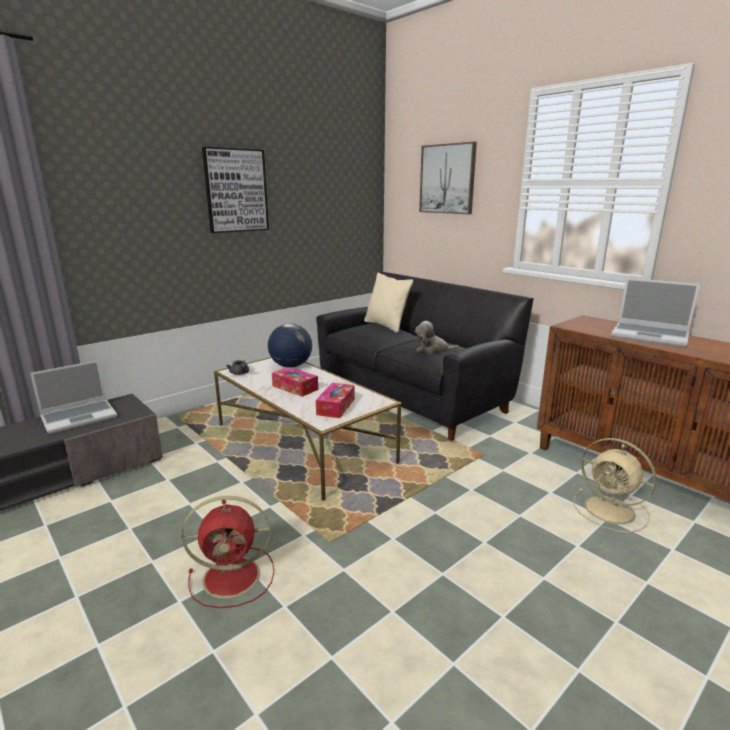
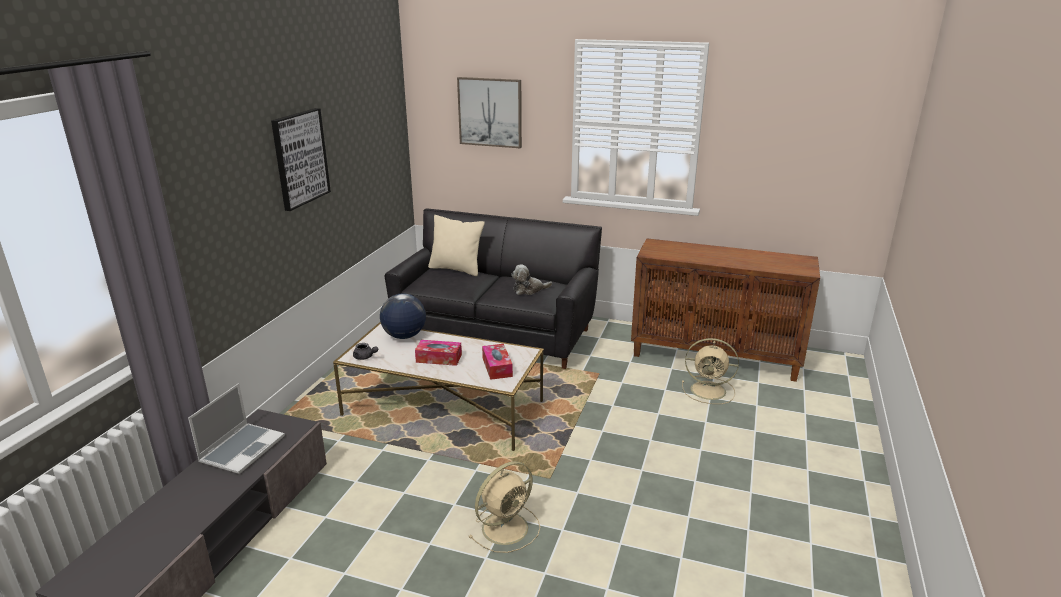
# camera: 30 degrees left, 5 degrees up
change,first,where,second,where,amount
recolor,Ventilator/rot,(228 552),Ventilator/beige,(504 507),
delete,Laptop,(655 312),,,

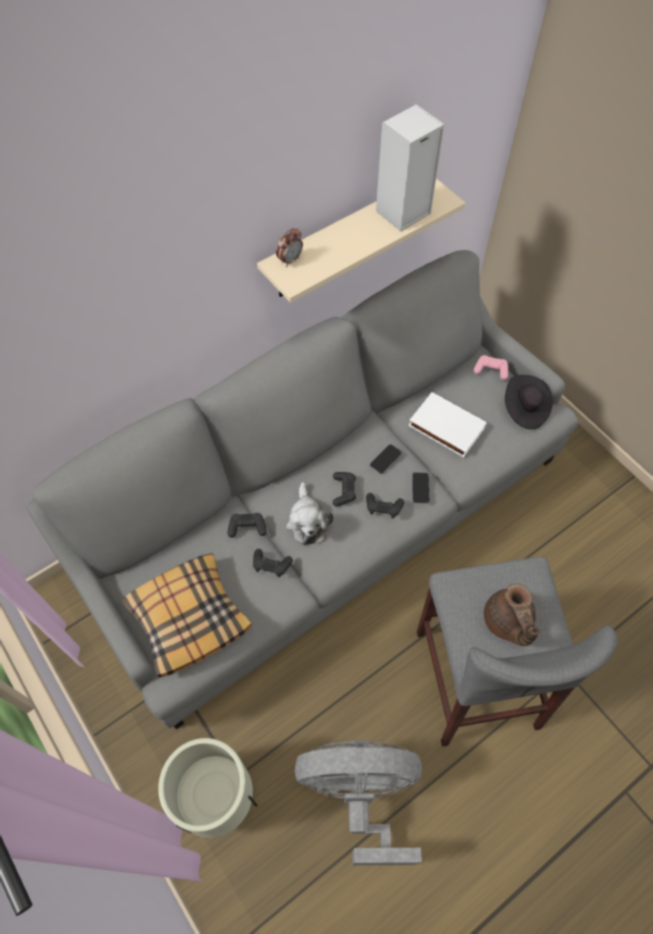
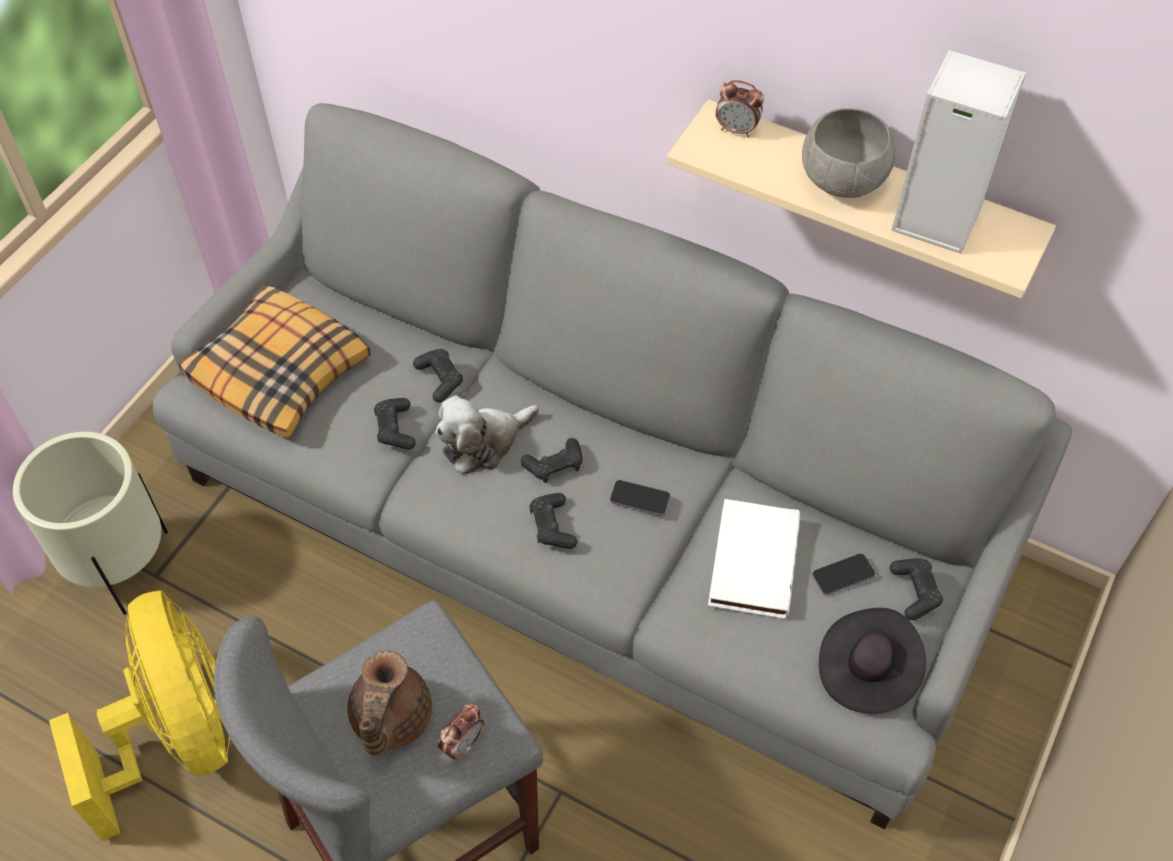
# camera: 65 degrees right, 5 degrees down
change,first,where,second,where,amount
recolor,Ventilator/grau,(358 802),Ventilator/gelb,(139 715),
rotate,Teekanne/braun,(511 615),,(390 703),45 degrees counterclockwise
insert,,,Wecker,(461 732),
insert,,,Schüssel/grau,(848 153),
move,Handy,(420 488),,(843 574),
recolor,Gamepad/rosa,(491 367),Gamepad/schwarz,(916 589),

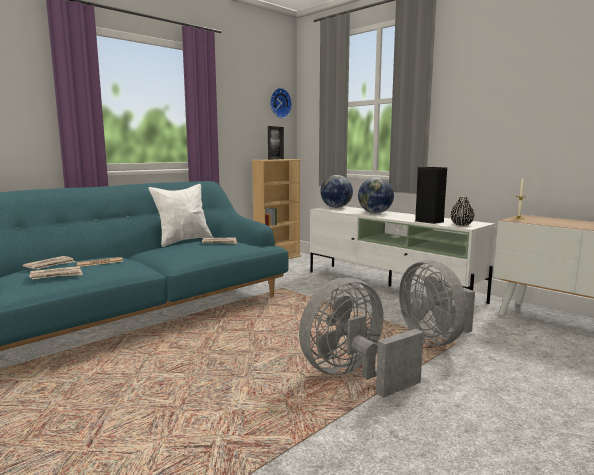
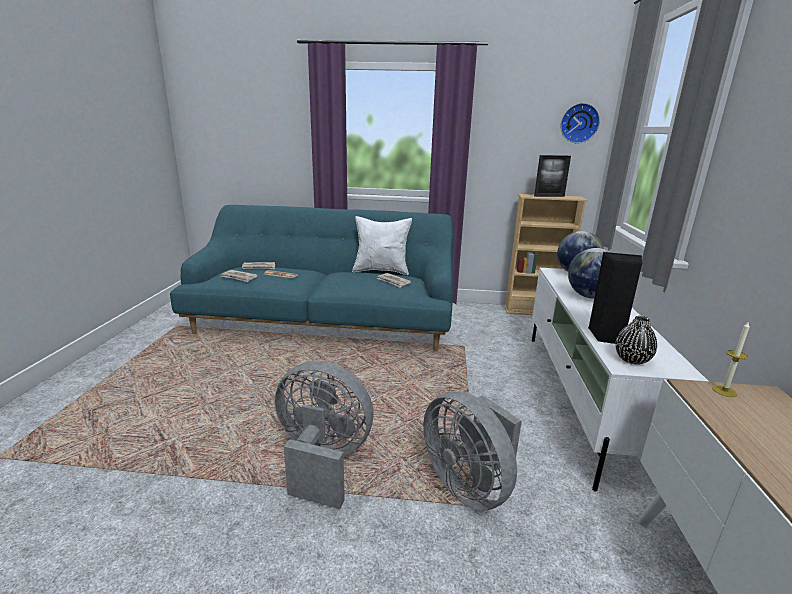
# camera: 50 degrees right, 10 degrees up
change,first,where,second,where,amount
rotate,Ventilator/grau,(437 303),,(472 451),60 degrees counterclockwise

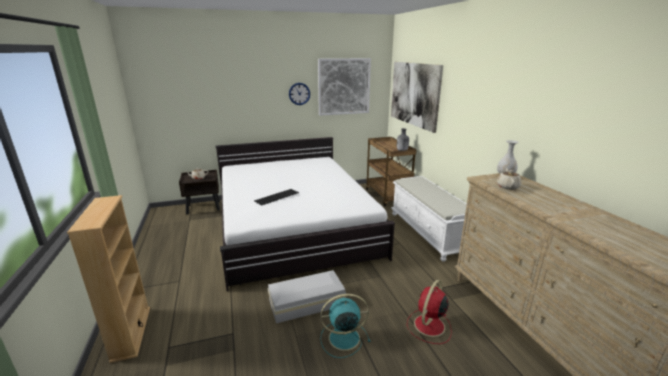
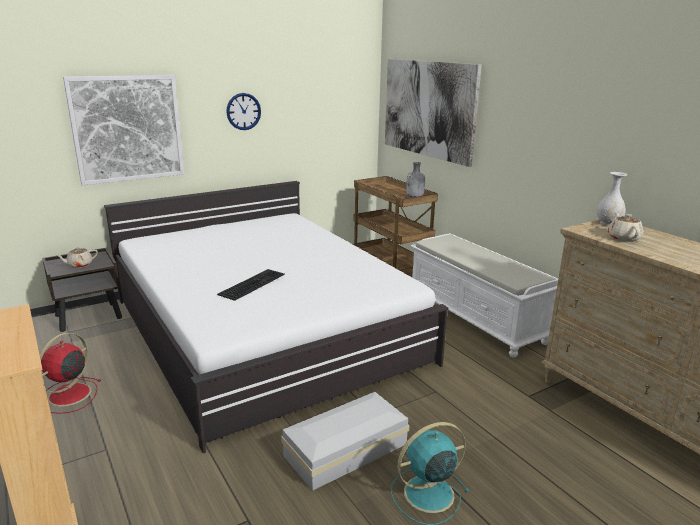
# camera: 15 degrees left, 0 degrees up
change,first,where,second,where,amount
move,Ventilator/rot,(429 312),,(71 373),
move,Bild,(344 87),,(123 130),

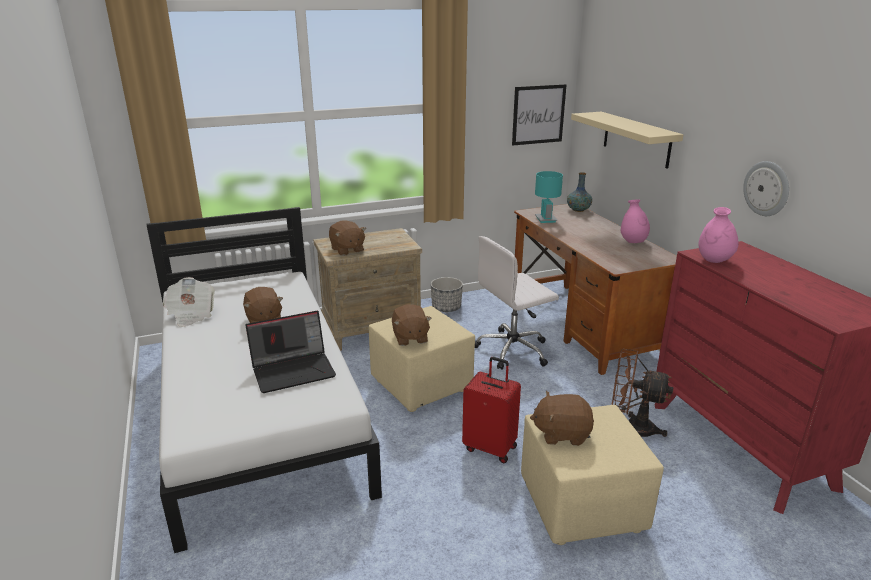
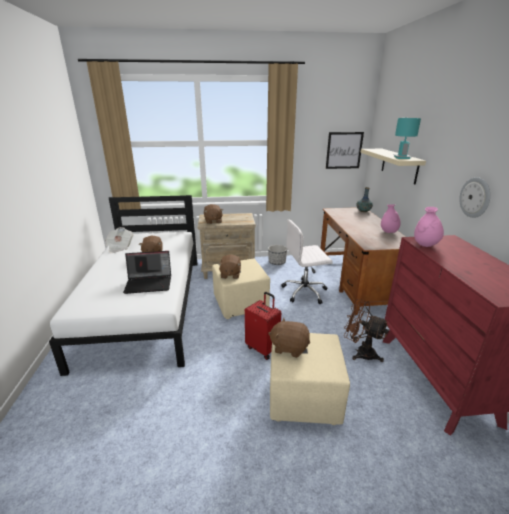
# camera: 15 degrees right, 0 degrees up
change,first,where,second,where,amount
move,Tischlampe/türkis,(549 197),,(407 138),

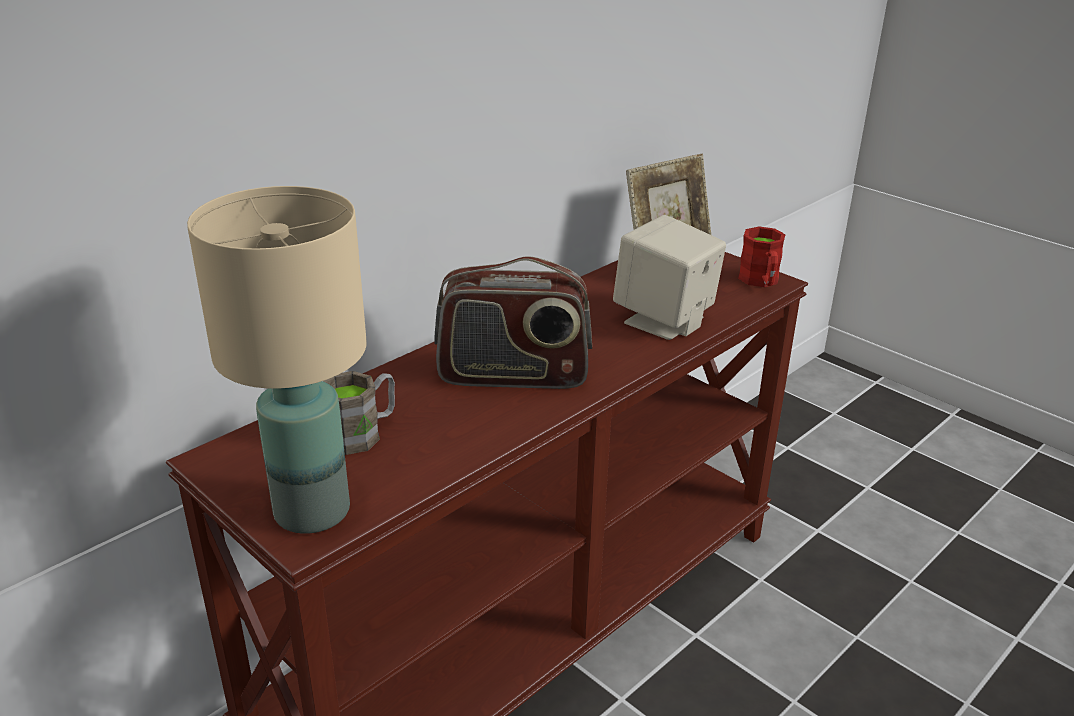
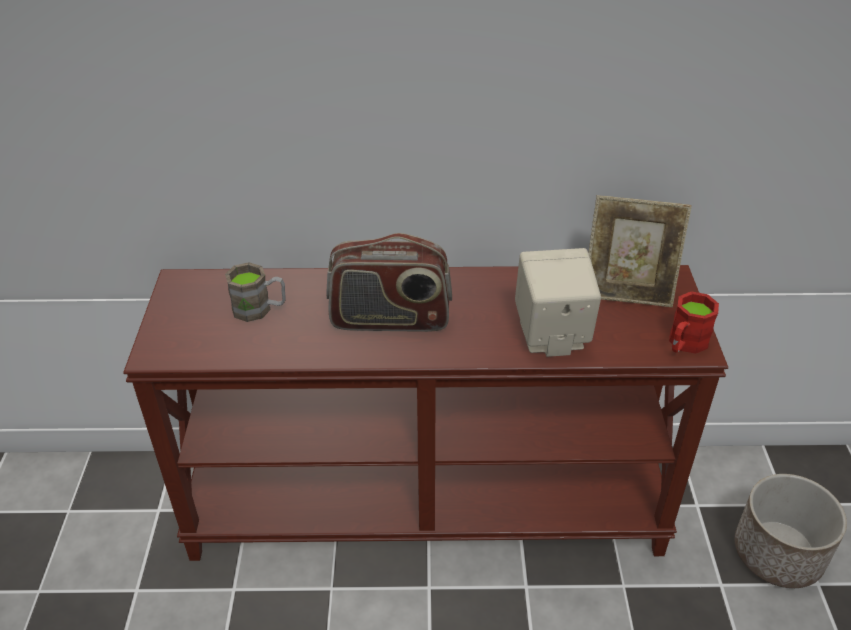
# camera: 45 degrees right, 10 degrees up
change,first,where,second,where,amount
rotate,Radio,(513 322),,(389 282),45 degrees counterclockwise
insert,,,Pflanzkübel,(791 531),
delete,Tischlampe/beige,(276 360),,,

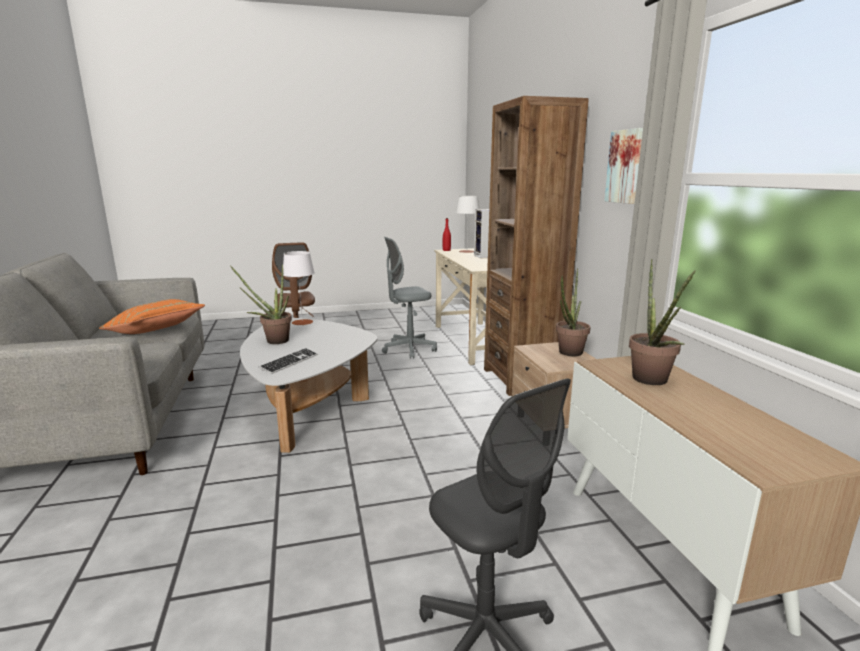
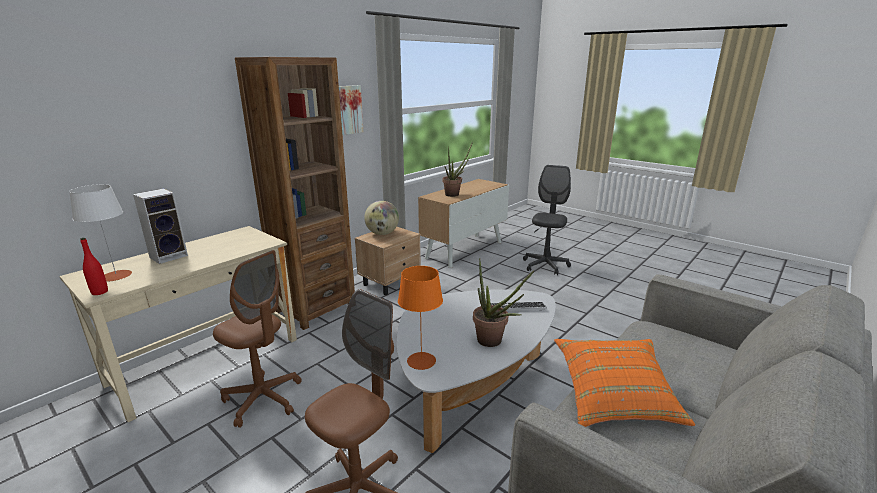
# camera: 125 degrees left, 5 degrees up
change,first,where,second,where,amount
recolor,Bürostuhl/grau,(409 298),Bürostuhl/braun,(257 339),
replace,Topfpflanze,(573 312),Globus,(381 218),
recolor,Tischlampe/weiß,(299 288),Tischlampe/orange,(420 318),

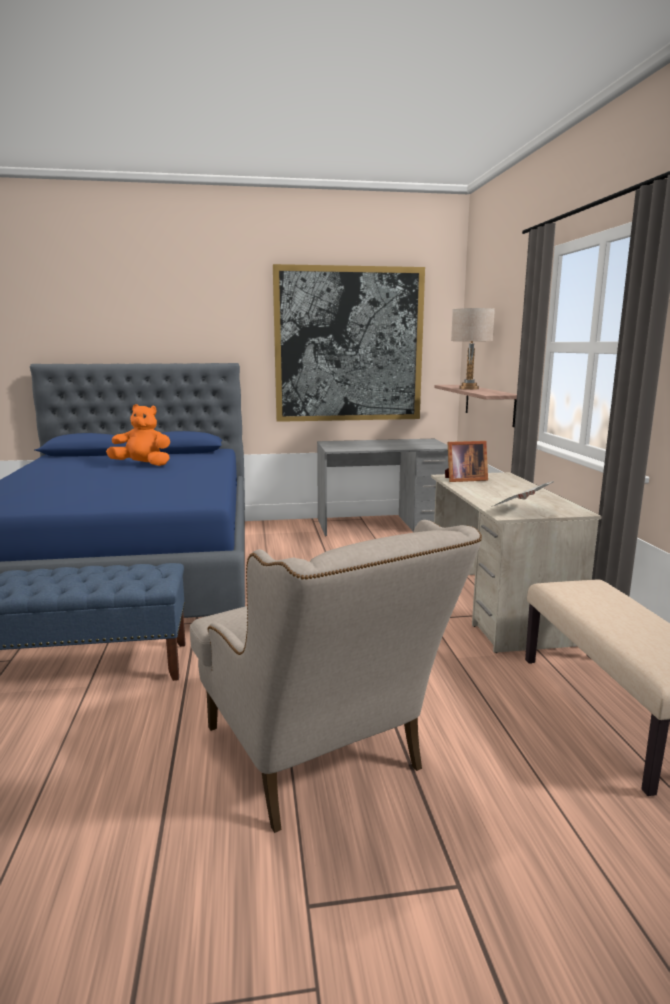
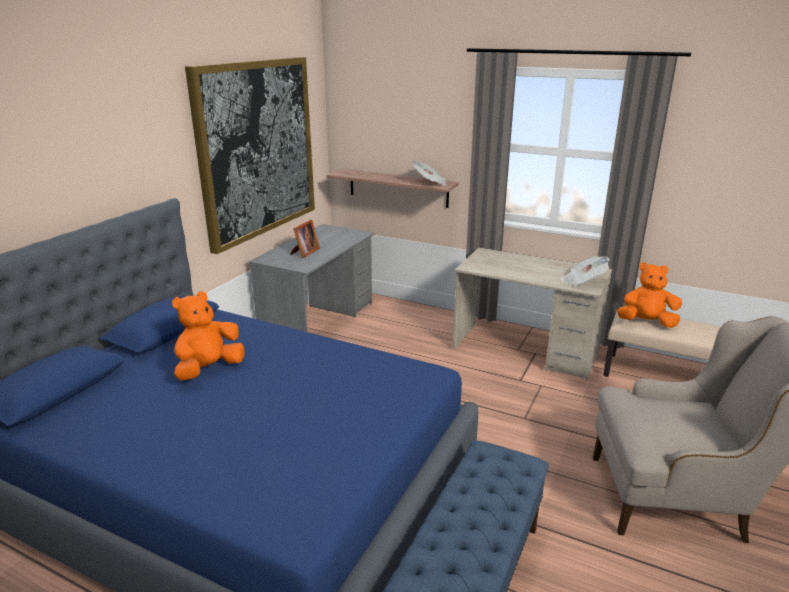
# camera: 55 degrees left, 10 degrees up
change,first,where,second,where,amount
move,Bilderrahmen,(466 461),,(305 238),
insert,,,Zeitung,(429 173),
insert,,,Plüschtier/orange,(649 295),
delete,Tischlampe/beige,(473 349),,,

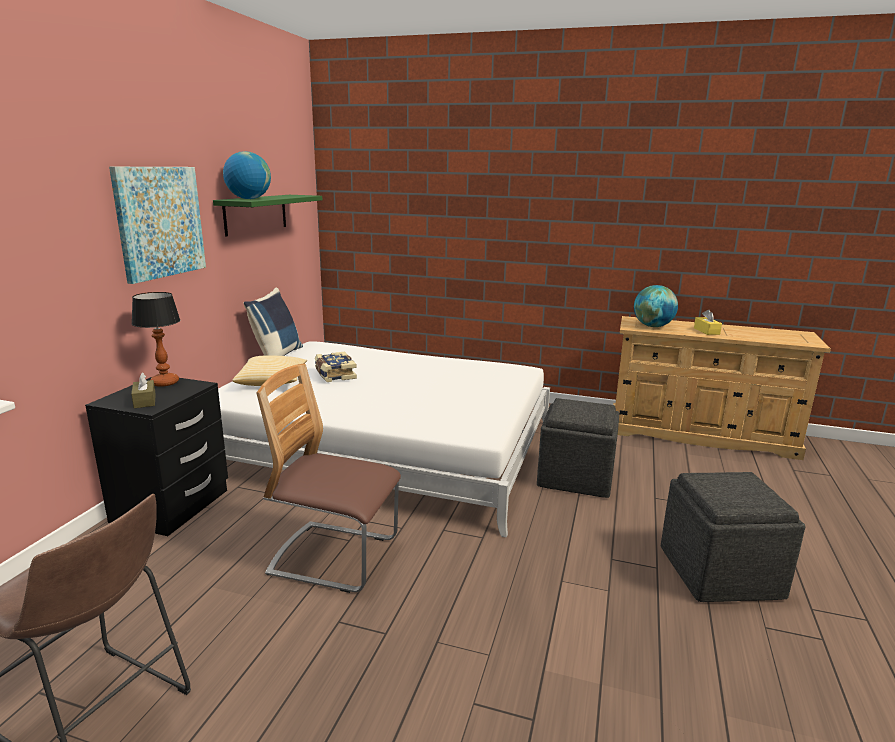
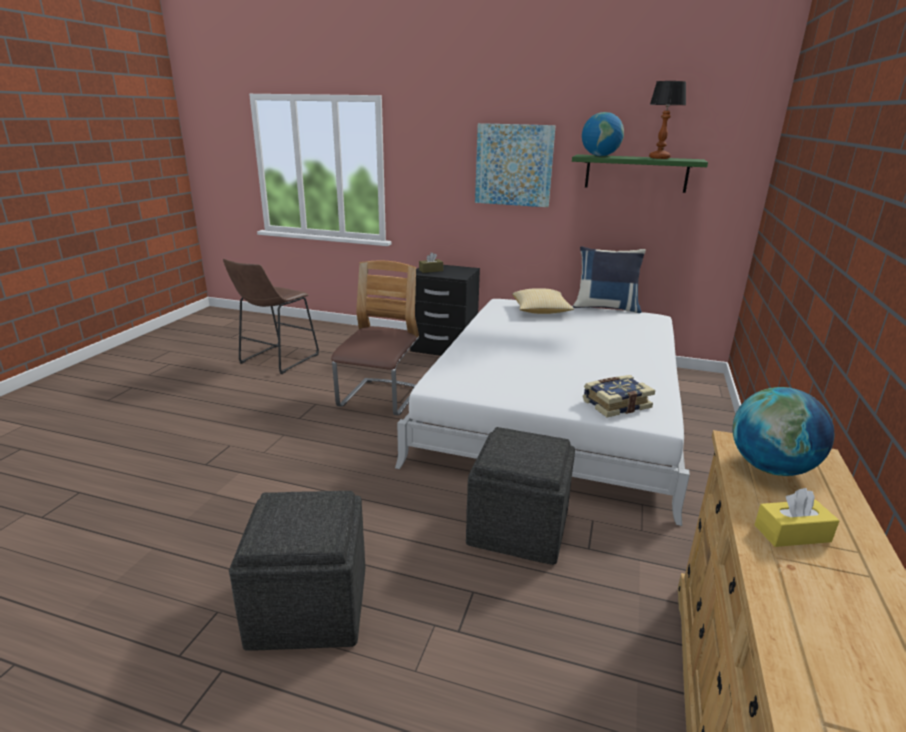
# camera: 90 degrees right, 5 degrees up
change,first,where,second,where,amount
move,Buch,(336 367),,(619 396),
move,Tischlampe,(156 339),,(667 120),

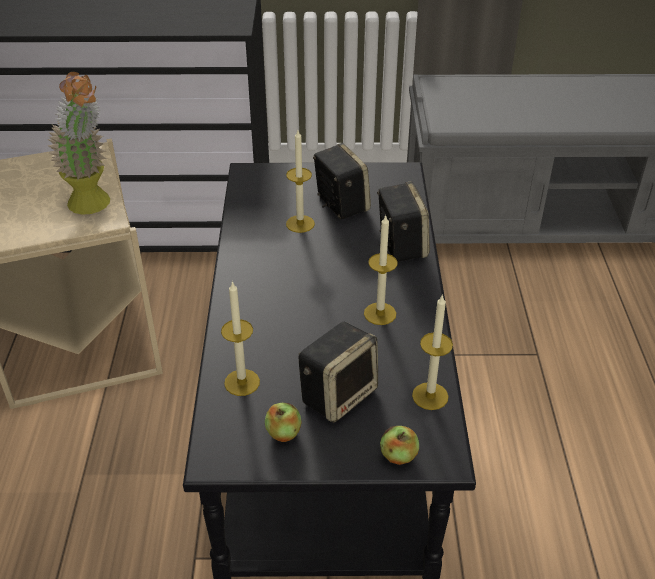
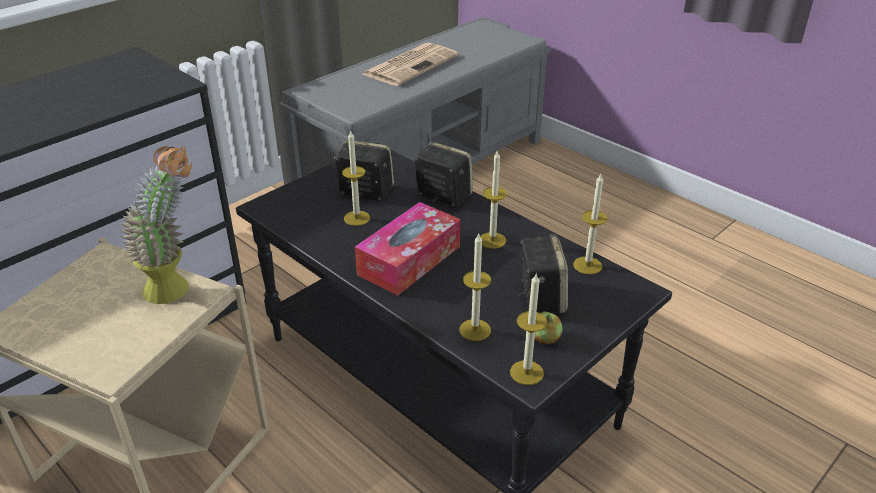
# camera: 45 degrees left, 5 degrees down
change,first,where,second,where,amount
insert,,,Taschentuchbox,(407 249),
insert,,,Zeitung,(411 64),
insert,,,Kerze,(528 329),
delete,Apfel,(399 445),,,

